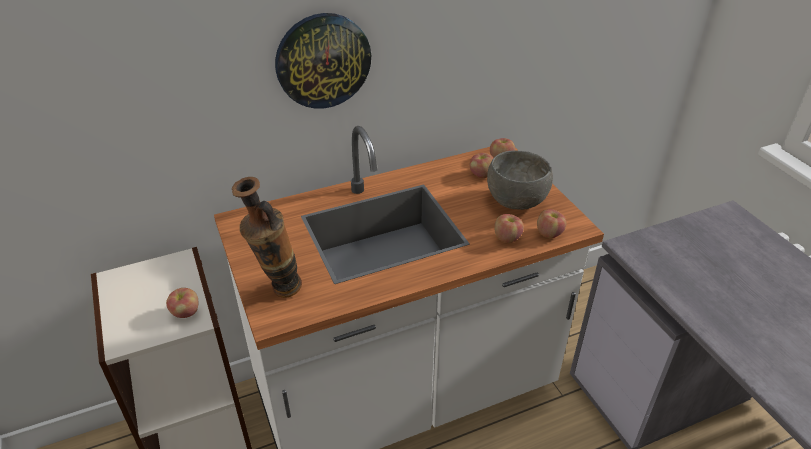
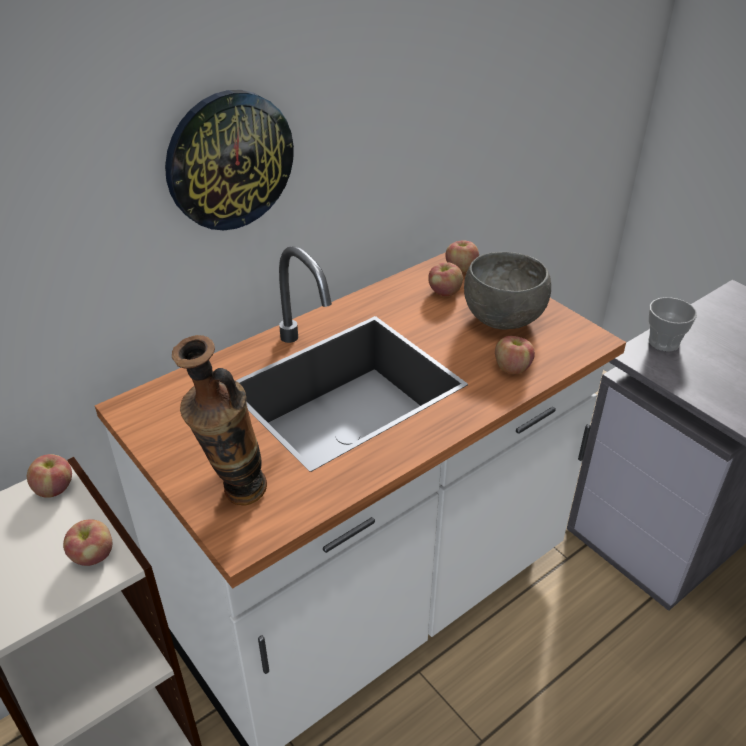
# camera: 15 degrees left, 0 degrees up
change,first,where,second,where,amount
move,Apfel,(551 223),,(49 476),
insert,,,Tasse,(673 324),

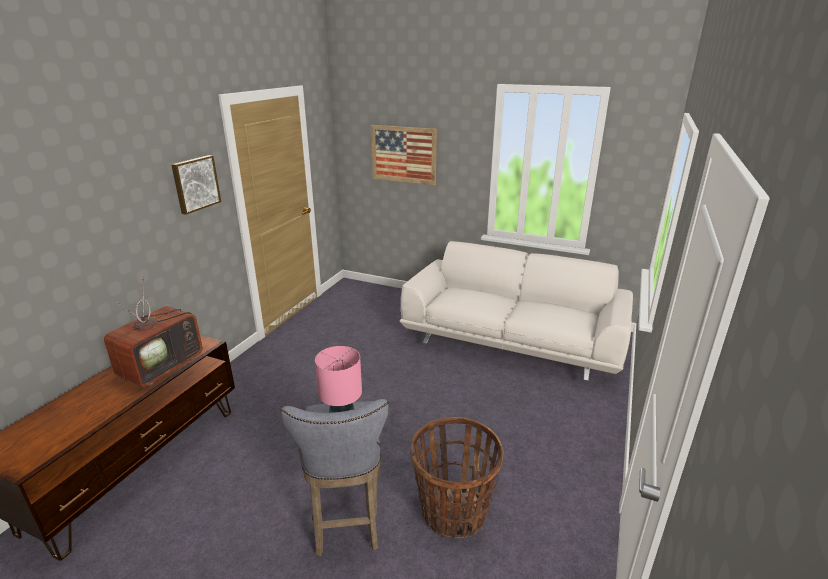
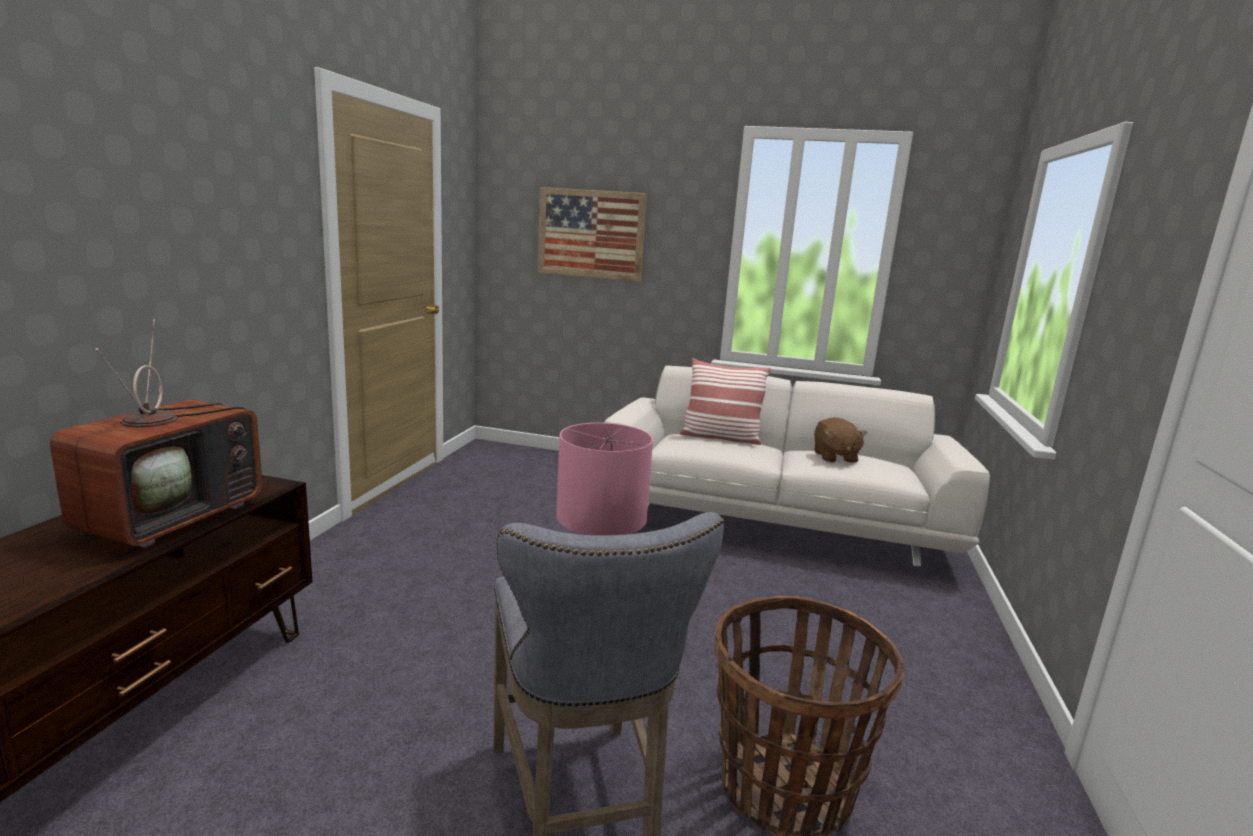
# camera: 10 degrees left, 10 degrees down
change,first,where,second,where,amount
insert,,,Kissen,(725 401),
insert,,,Plüschtier/braun,(840 439),
delete,Bild,(196 185),,,

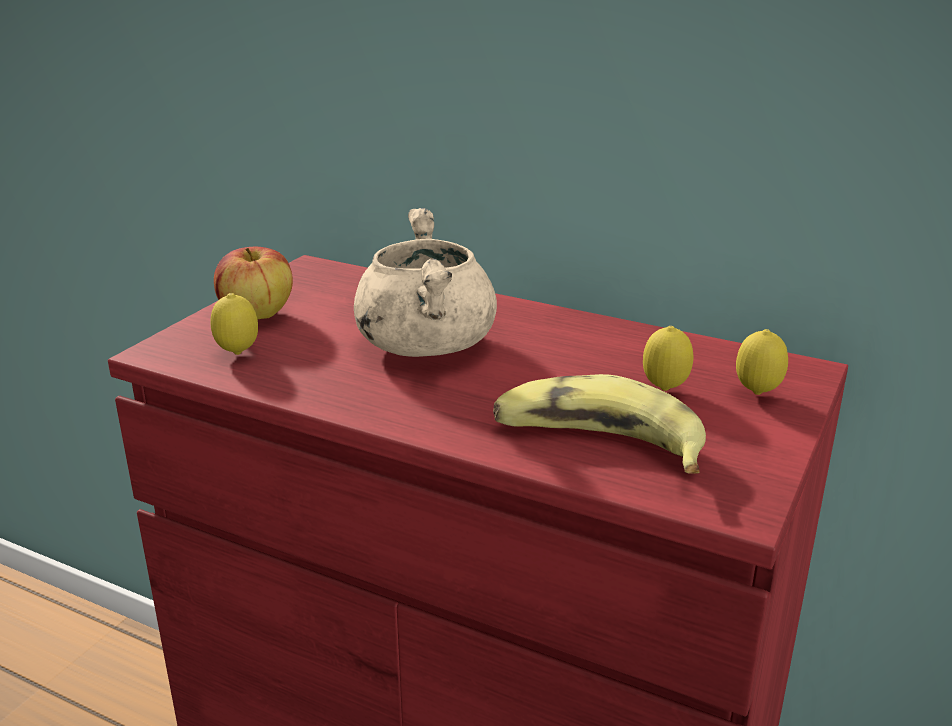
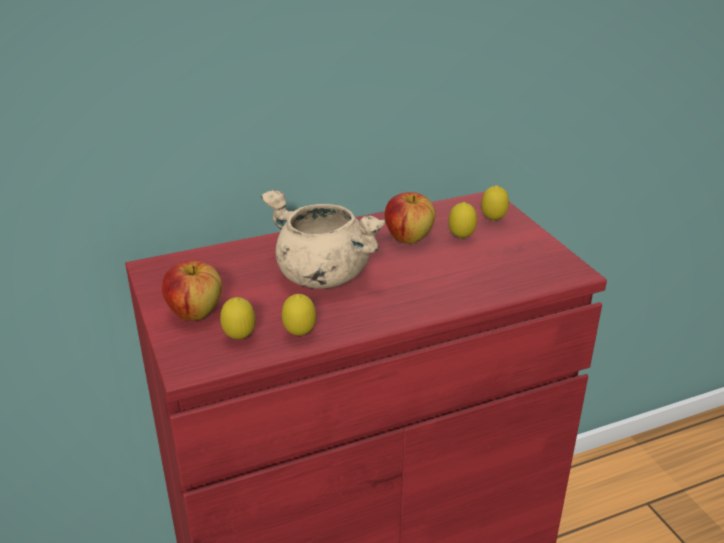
# camera: 50 degrees left, 5 degrees up
change,first,where,second,where,amount
insert,,,Zitrone,(299 315),
insert,,,Apfel,(410 218),
delete,Banane,(599 424),,,

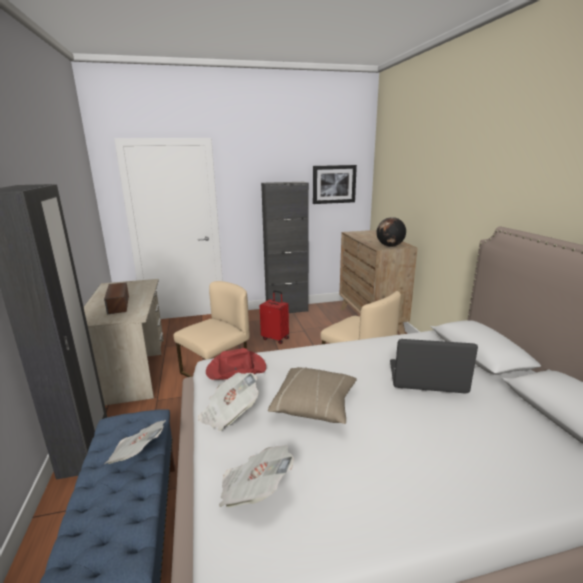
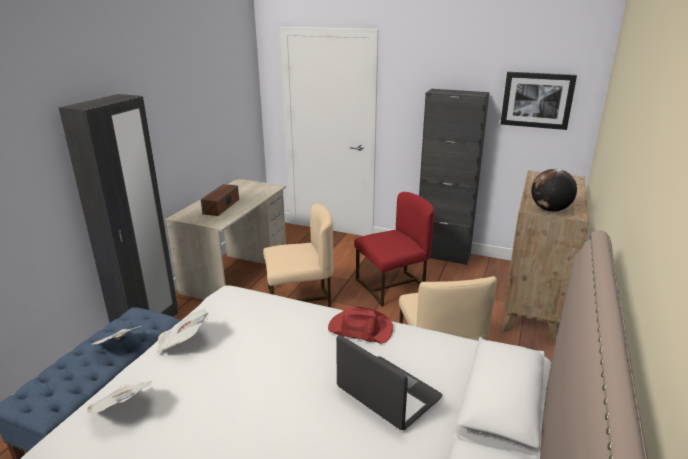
# camera: 35 degrees right, 5 degrees up
change,first,where,second,where,amount
move,Hut/rot,(236 364),,(360 325),
replace,Koffer/rot,(274 317),Stuhl/rot,(394 249),
delete,Kissen/beige,(312 395),,,

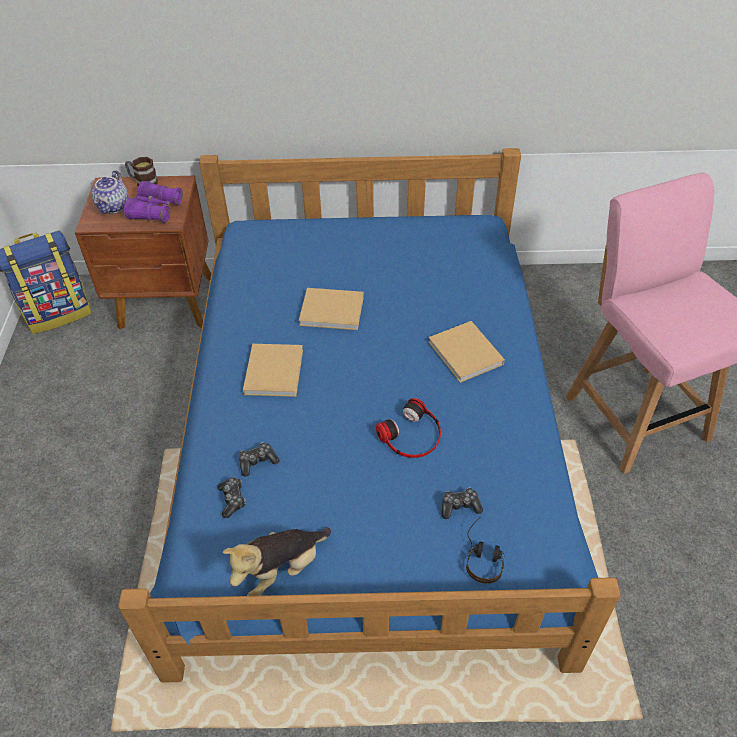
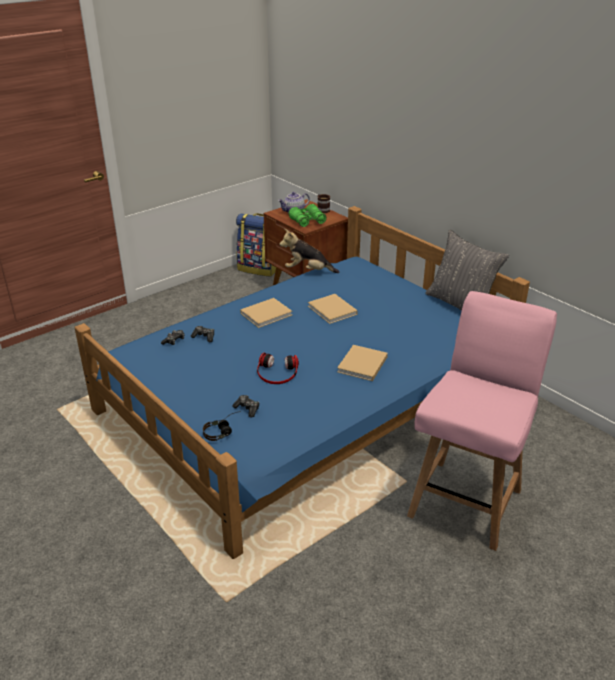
# camera: 50 degrees right, 15 degrees down
change,first,where,second,where,amount
move,Plüschtier,(277 561),,(309 251),
recolor,Fernglas/lila,(153 202),Fernglas/grün,(308 215),
insert,,,Kissen/grau,(467 269),

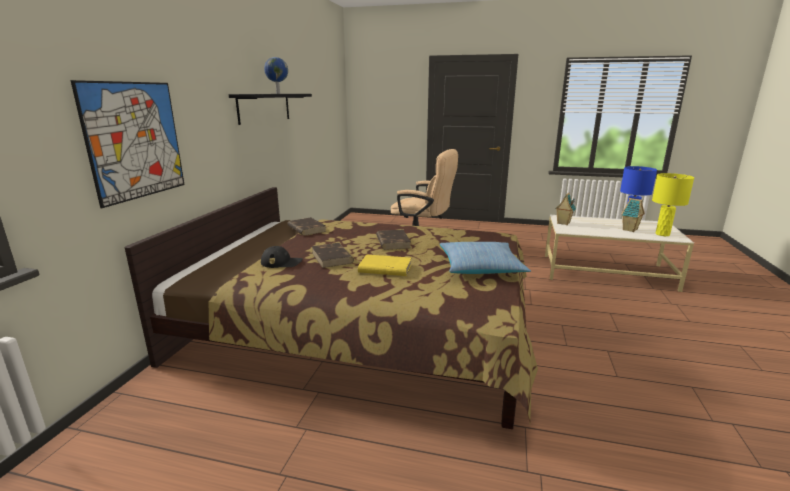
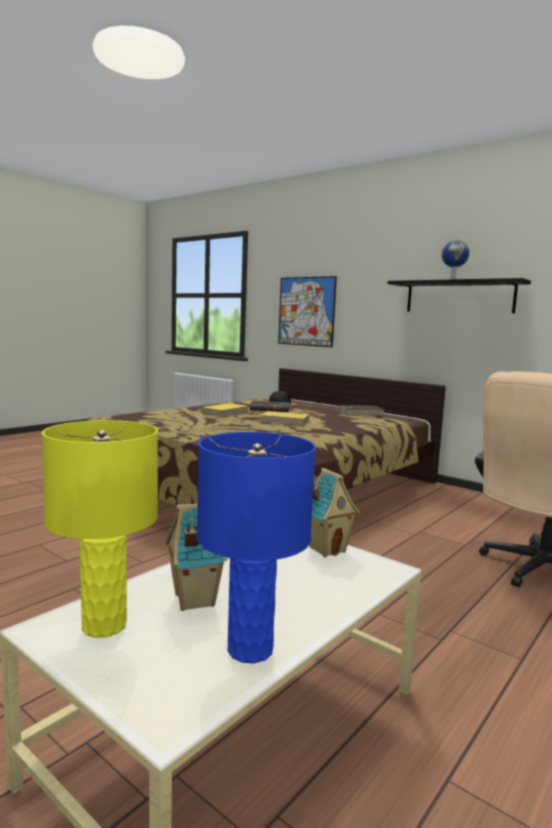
# camera: 115 degrees right, 10 degrees down
change,first,where,second,where,amount
recolor,Buch/braun,(393 240),Buch/gelb,(285 418),
delete,Kissen,(485 258),,,

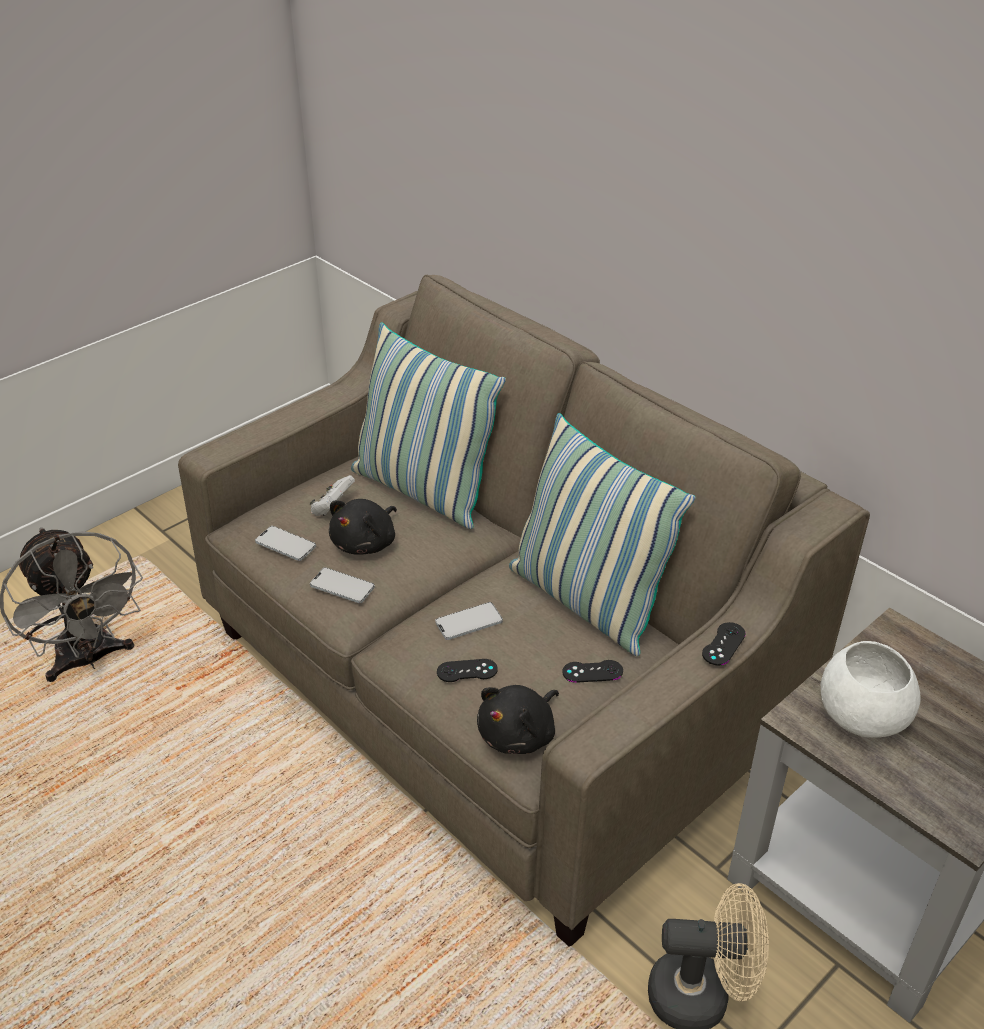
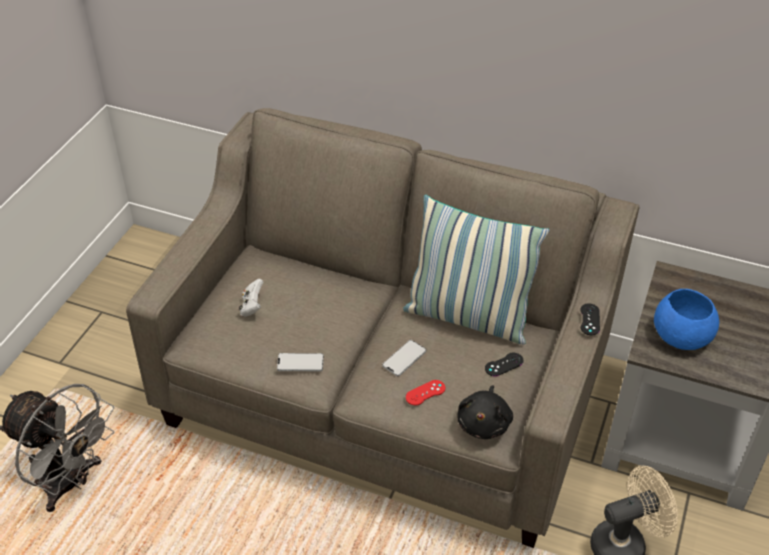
# camera: 25 degrees left, 5 degrees up
change,first,where,second,where,amount
recolor,Gamepad/schwarz,(467 670),Gamepad/rot,(425 393),
recolor,Schüssel/weiß,(871 689),Schüssel/blau,(686 319),
delete,Handy,(285 543),,,
delete,Plüschtier/schwarz,(363 527),,,
delete,Kissen,(428 425),,,

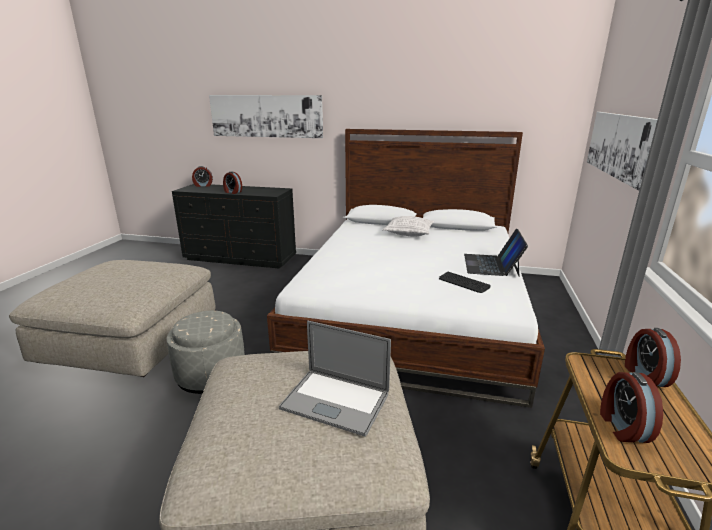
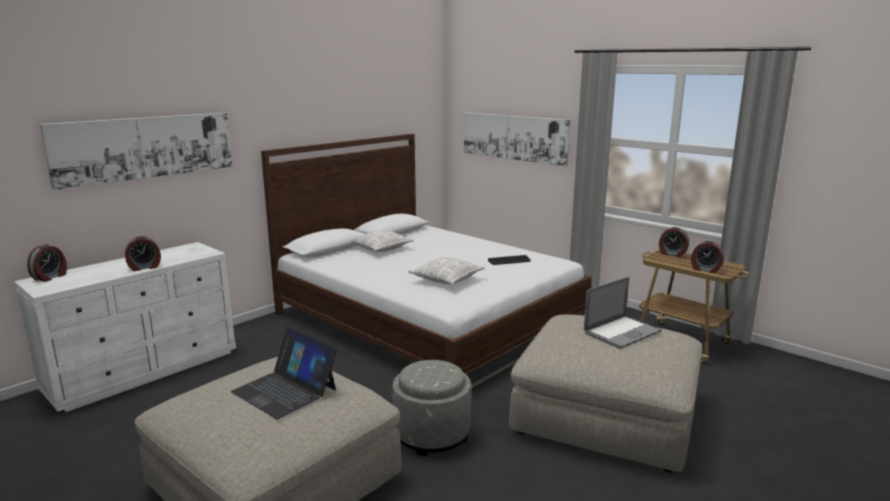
# camera: 60 degrees left, 5 degrees down
change,first,where,second,where,amount
recolor,Kommode/schwarz,(234 226),Kommode/weiß,(125 327),
move,Laptop,(496 252),,(284 373),
insert,,,Kissen,(446 270),

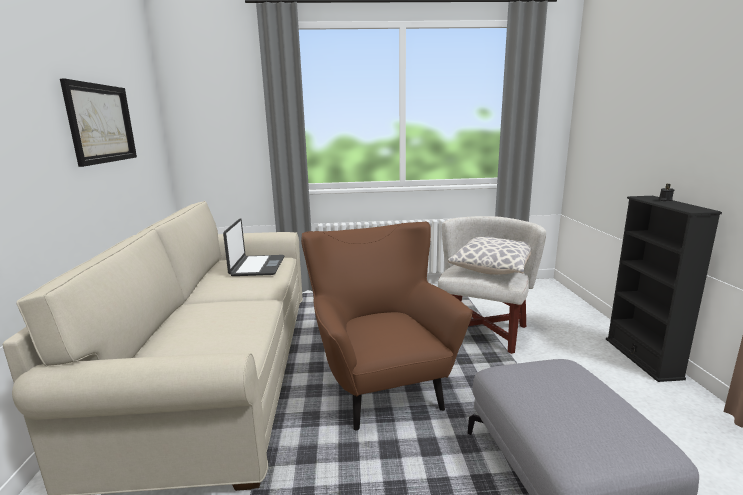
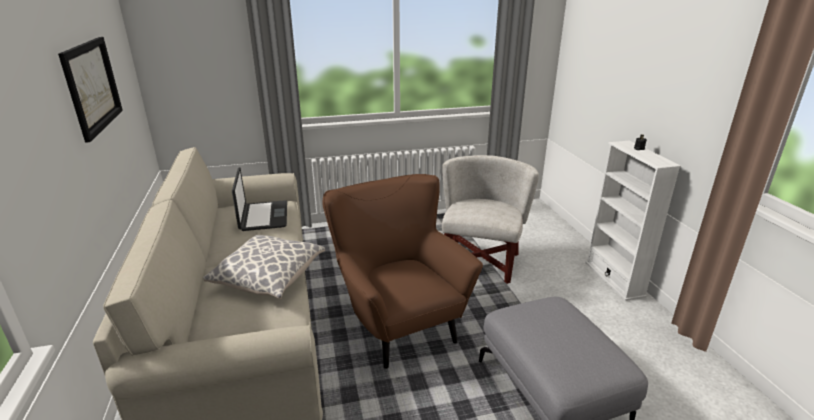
# camera: 10 degrees left, 10 degrees up
change,first,where,second,where,amount
move,Kissen,(489 256),,(264 267),
recolor,Bücherregal/schwarz,(664 289),Bücherregal/weiß,(633 220),

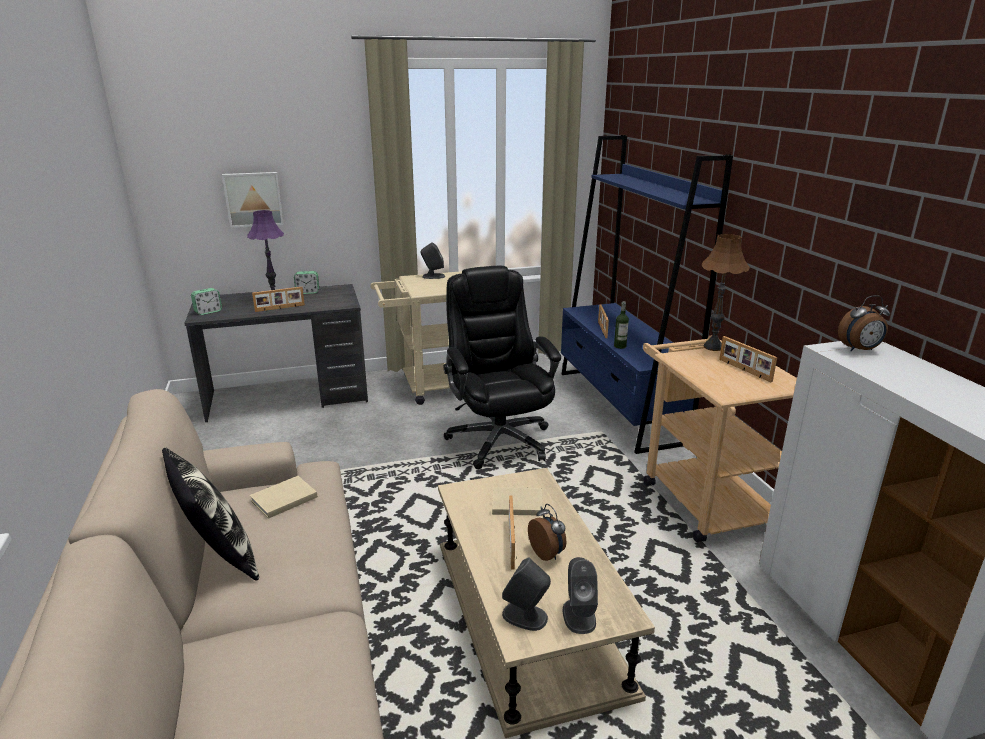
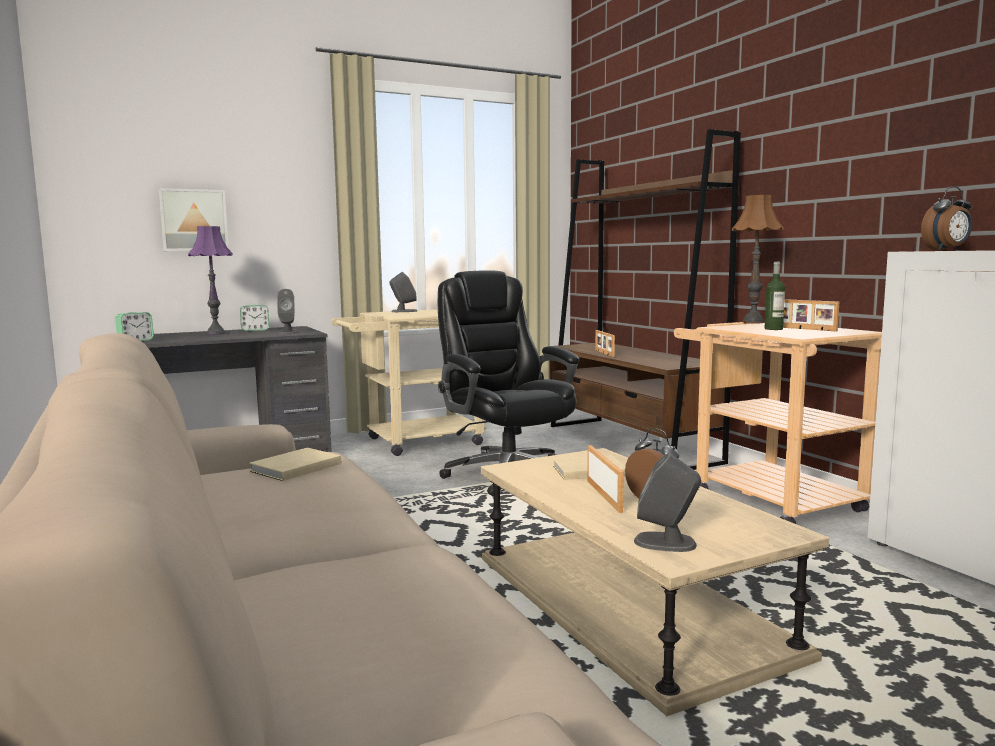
# camera: 10 degrees left, 15 degrees down
change,first,where,second,where,amount
move,Lautsprecher/grau,(580 595),,(287 311),
recolor,Bücherregal/blau,(647 294),Bücherregal/braun,(645 299),
move,Flasche,(621 325),,(775 296),
delete,Kissen,(210 514),,,
delete,Bilderrahmen,(278 299),,,

